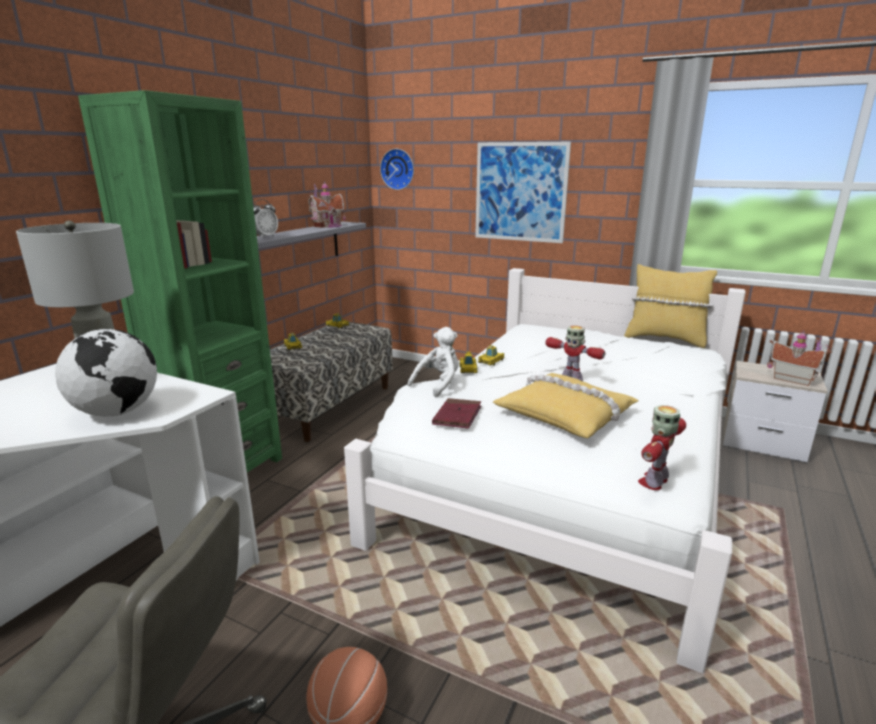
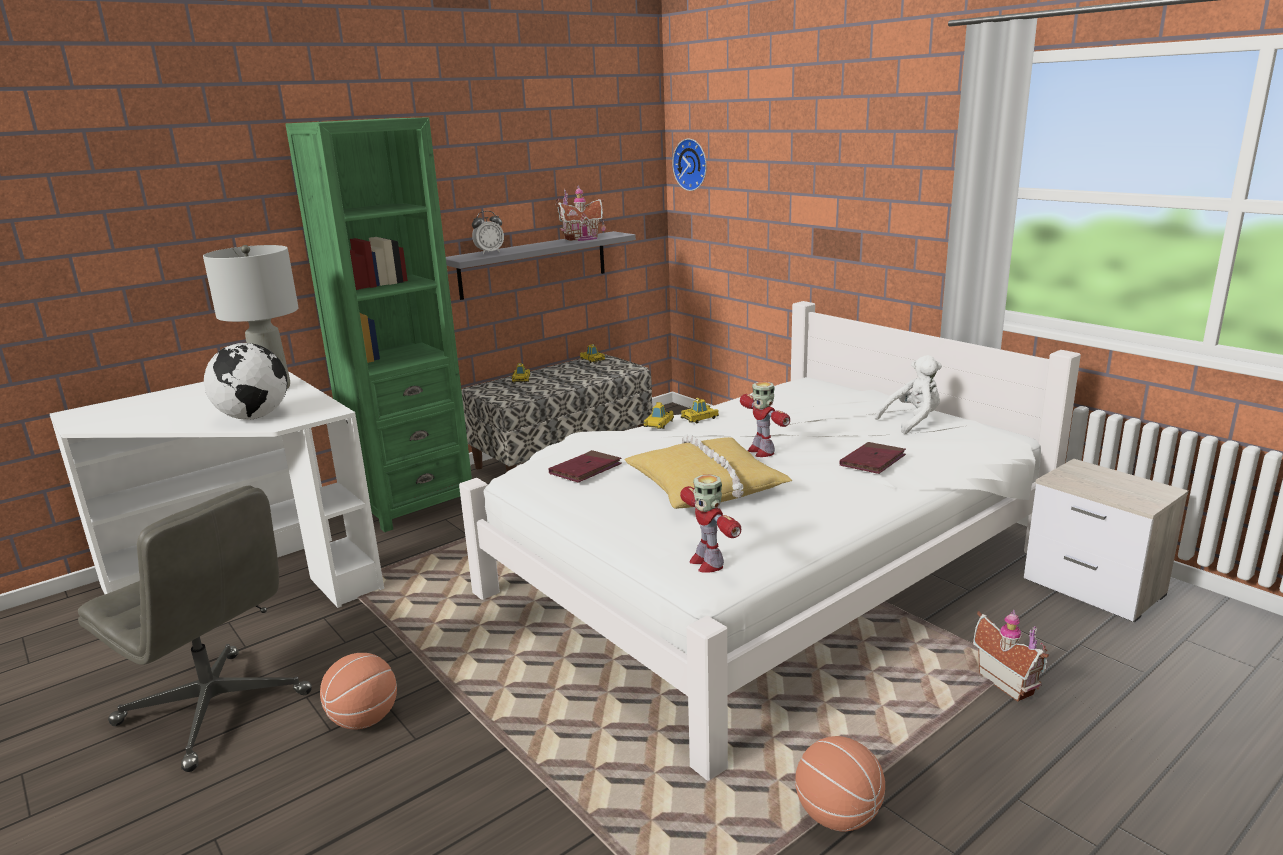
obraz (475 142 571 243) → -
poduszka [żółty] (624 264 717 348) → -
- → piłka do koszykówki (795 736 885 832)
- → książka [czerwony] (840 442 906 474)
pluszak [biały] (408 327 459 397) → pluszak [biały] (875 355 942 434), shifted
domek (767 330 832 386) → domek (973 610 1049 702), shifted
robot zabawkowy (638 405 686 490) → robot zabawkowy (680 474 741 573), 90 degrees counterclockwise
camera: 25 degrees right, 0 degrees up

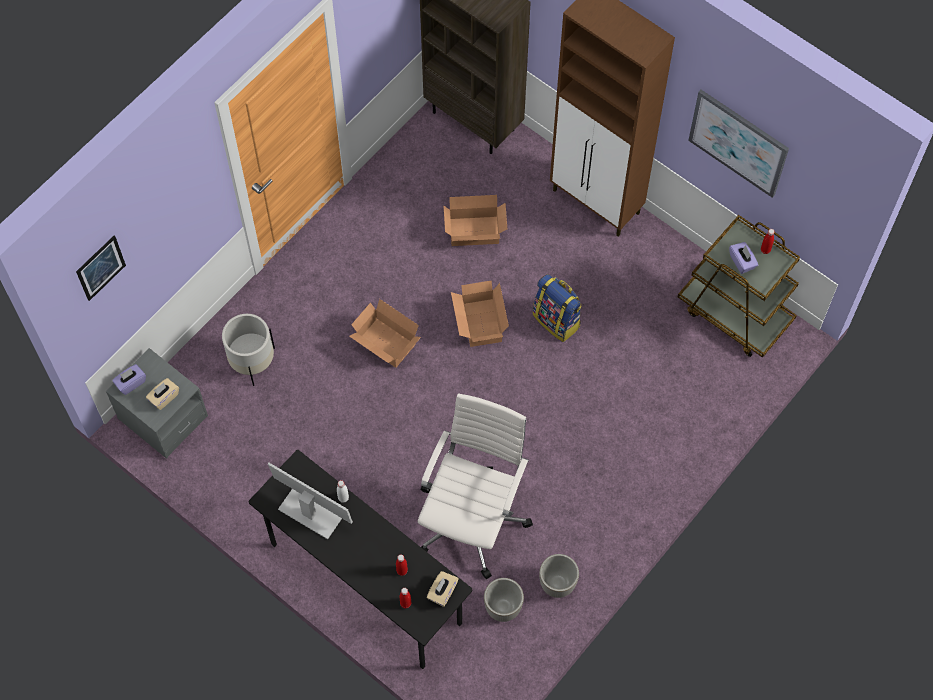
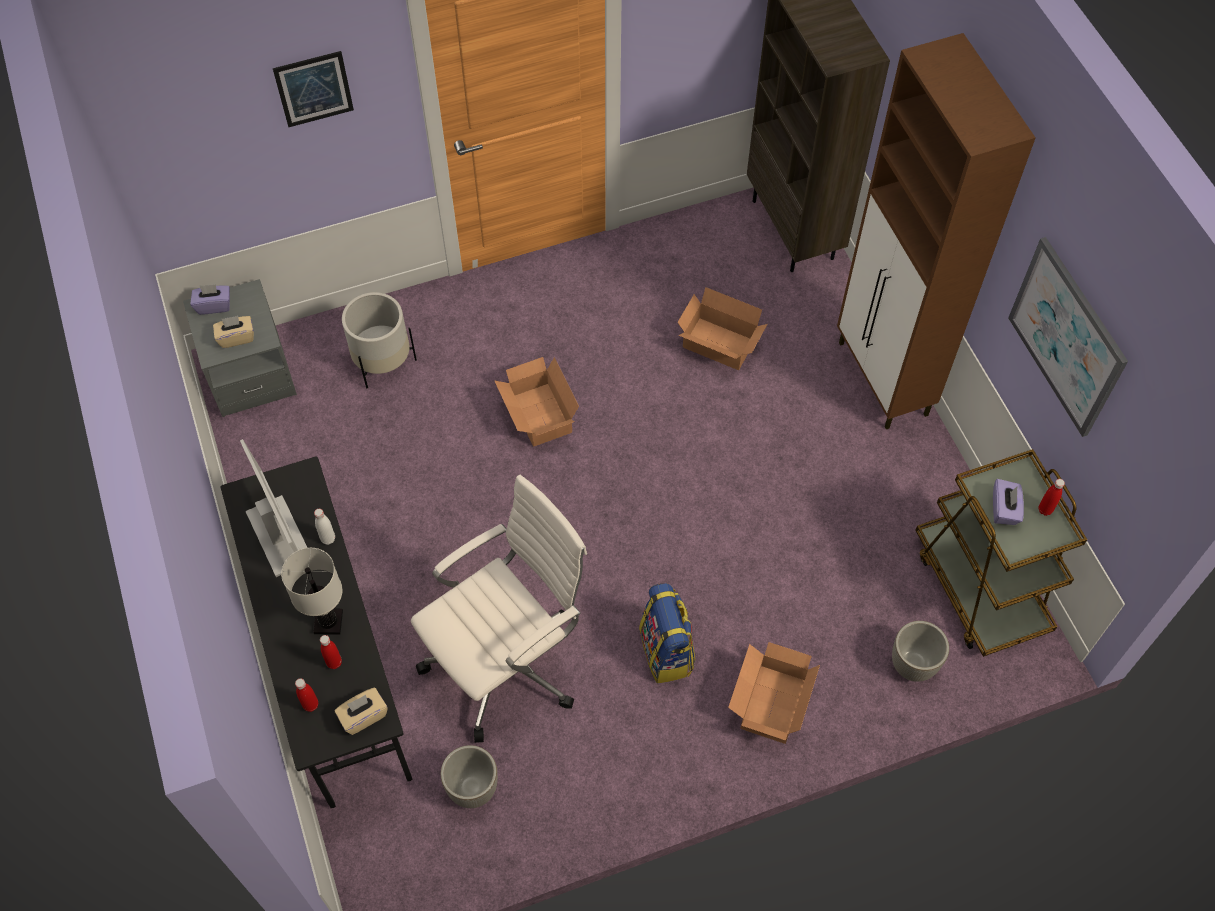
- → lampa stołowa [biały] (281 548 343 635)
obraz (76 235 126 301) → obraz (273 51 354 127), shifted
karton (451 280 509 347) → karton (728 642 820 744), shifted
plecak (533 274 582 342) → plecak (639 583 695 683), shifted
donica (539 554 579 598) → donica (892 621 949 682), shifted
camera: 30 degrees right, 5 degrees down

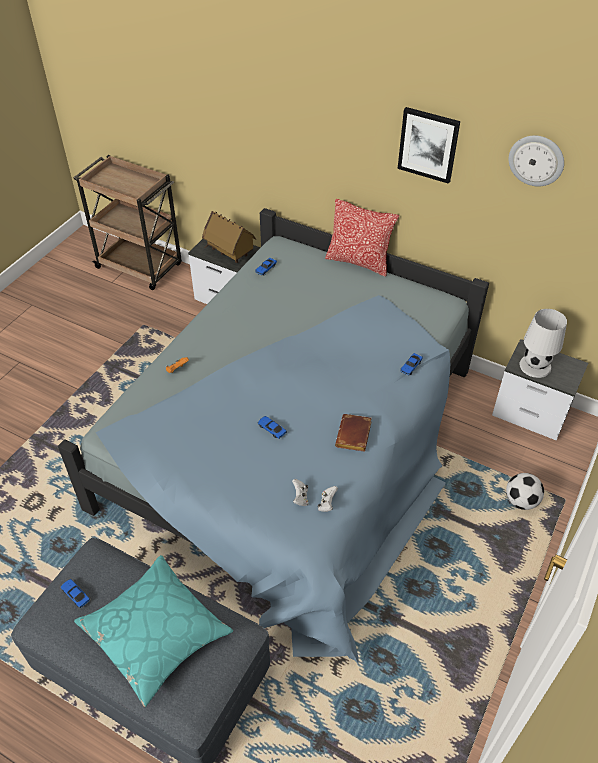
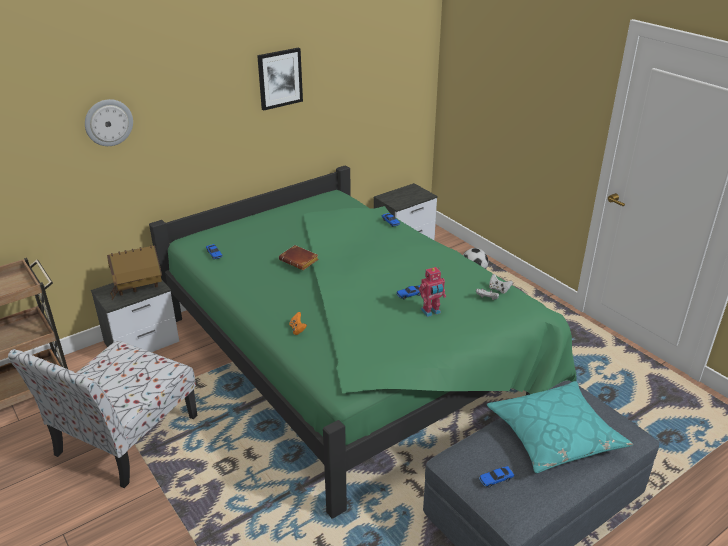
poduszka (325 199 399 277) → -
lampa stołowa [biały] (519 309 567 378) → -
- → krzesło (8 341 197 488)
- → robot zabawkowy (419 267 446 317)
książka [brązowy] (335 414 372 452) → książka [brązowy] (279 245 319 270), shifted
zegar ścienny (509 135 564 186) → zegar ścienny (85 99 133 146), shifted
łóżko [niebieski] (58 208 489 666) → łóżko [zielony] (149 165 577 519)
camera: 65 degrees left, 15 degrees down

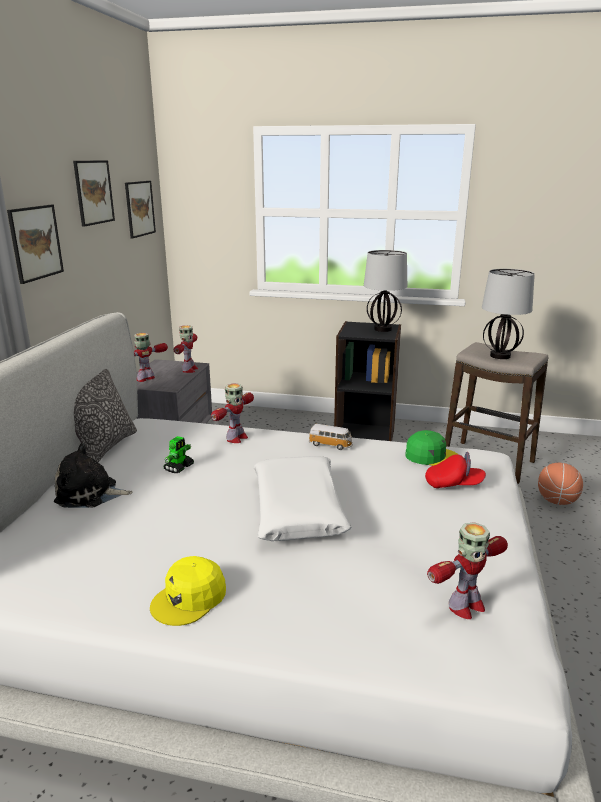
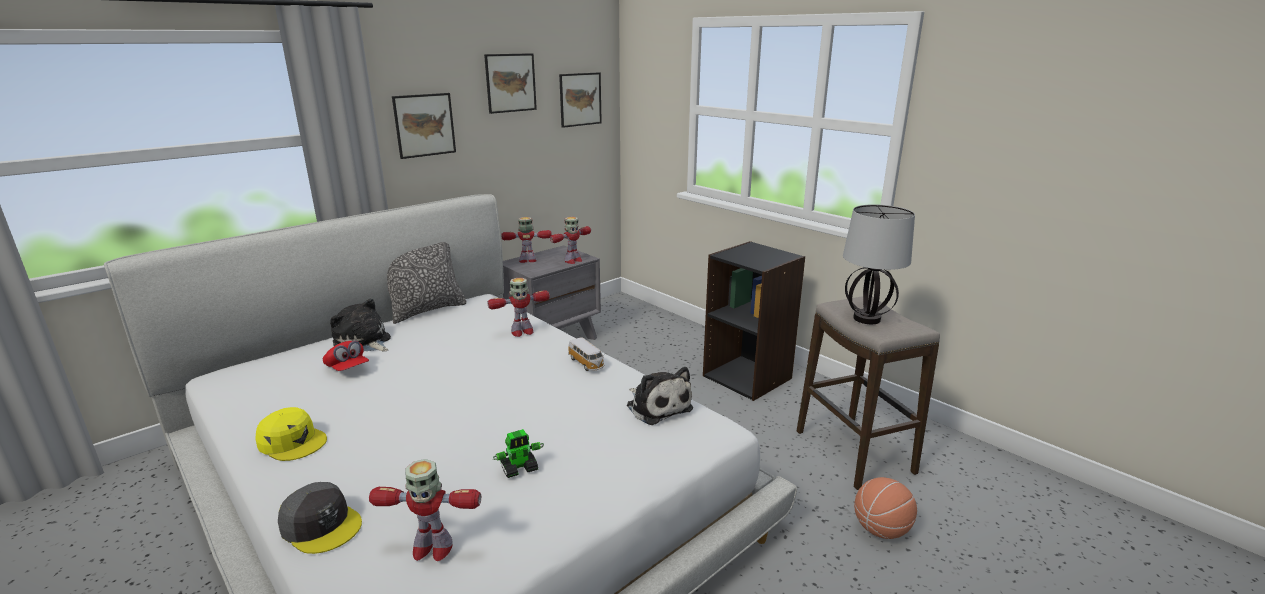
poduszka [biały] (254 456 352 541) → -
lampa stołowa (364 250 407 332) → -
- → czapka z daszkiem [szary] (278 482 362 554)
robot zabawkowy (163 436 194 473) → robot zabawkowy (493 429 544 478), shifted
czapka z daszkiem [czerwony] (425 452 486 488) → czapka z daszkiem [czerwony] (323 341 369 371), shifted
czapka z daszkiem [zielony] (405 430 459 466) → pluszak (627 367 693 425)
czapka z daszkiem [żółty] (150 556 226 626) → czapka z daszkiem [żółty] (255 407 327 461), 135 degrees counterclockwise
camera: 35 degrees right, 0 degrees up

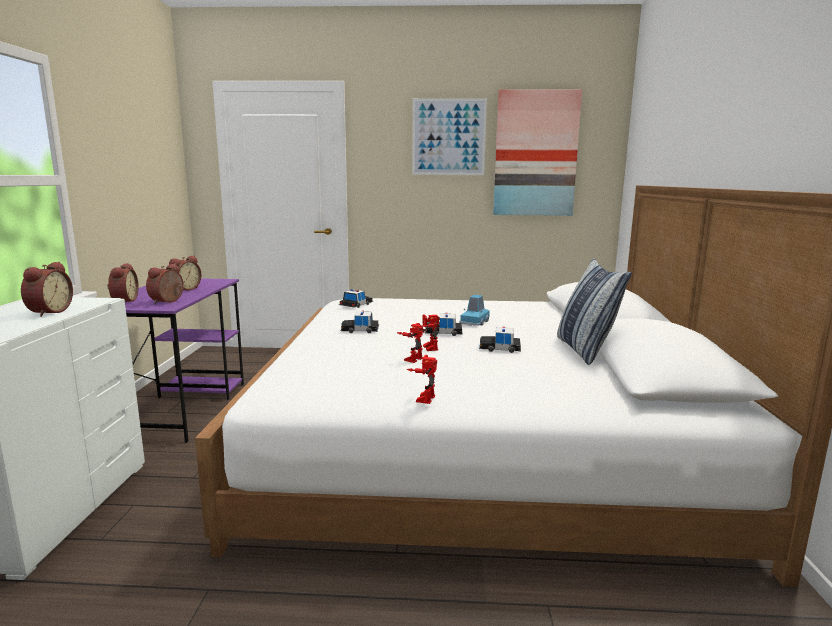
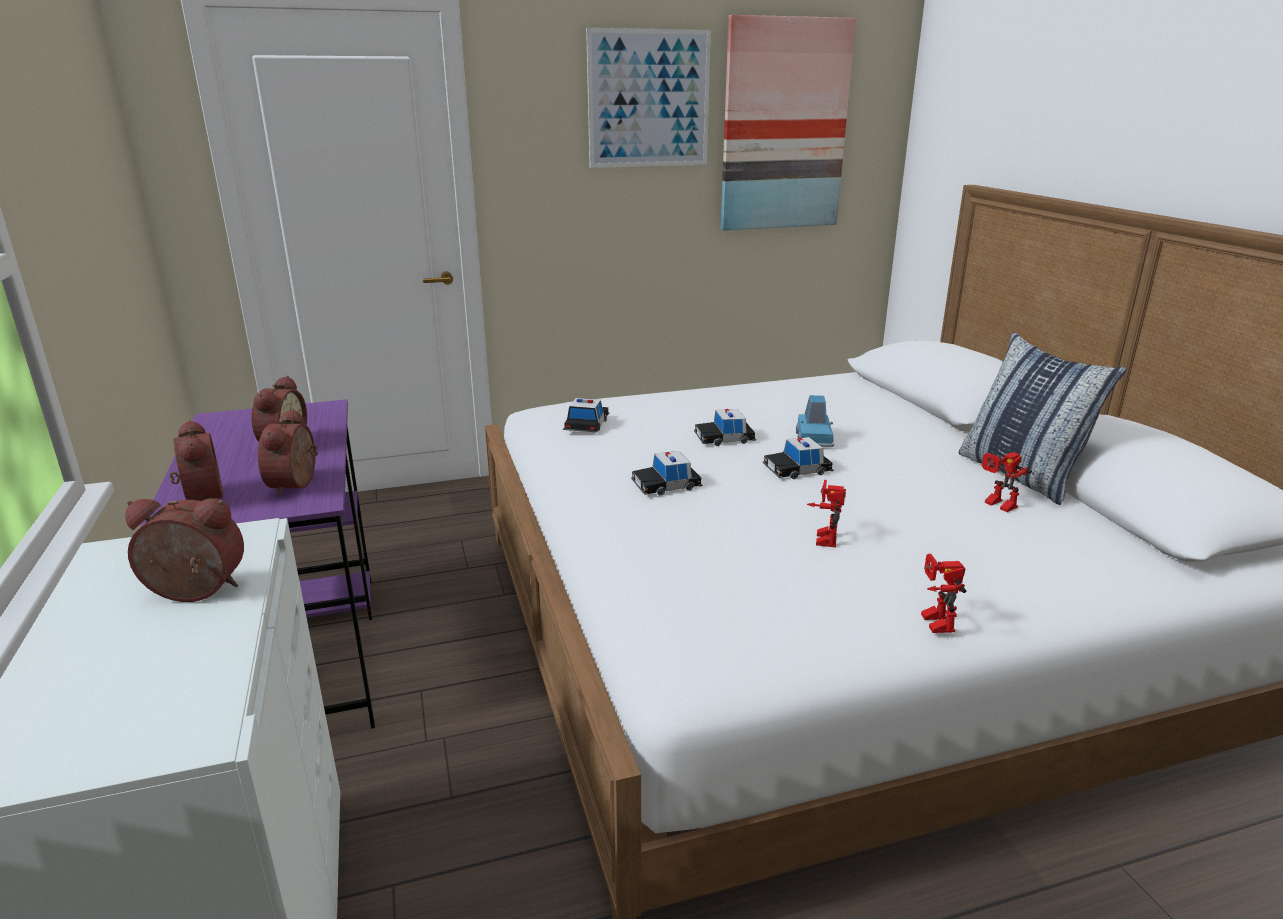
robot zabawkowy (422 314 440 351) → robot zabawkowy (982 452 1032 512), shifted
samochodzik (479 327 521 353) → samochodzik (694 409 756 446), shifted
budzik (21 262 73 317) → budzik (125 498 244 602), 75 degrees counterclockwise
camera: 20 degrees left, 10 degrees up

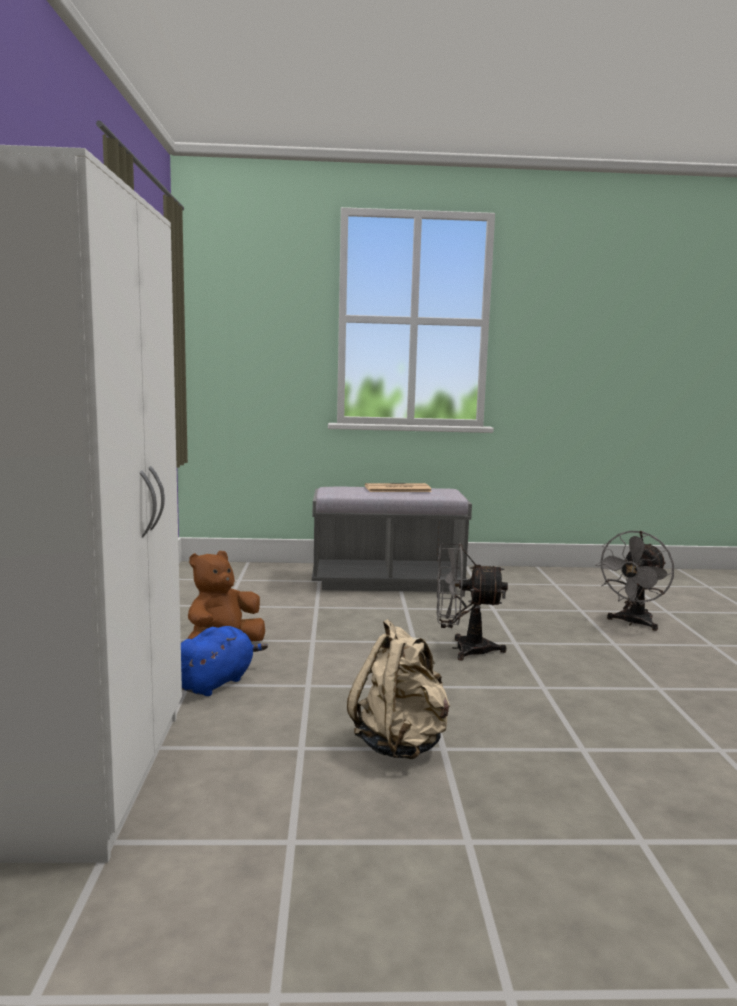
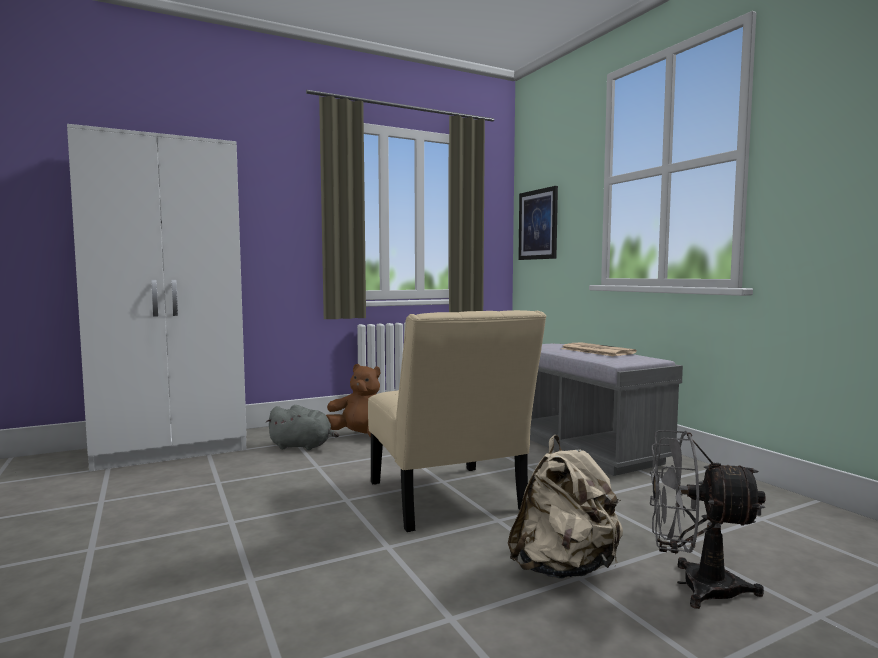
- → obraz (518 186 558 260)
plecak [beżowy] (347 619 450 759) → plecak [beżowy] (508 435 623 579), shifted
wentylator [szary] (437 543 508 661) → krzesło [beżowy] (368 310 547 532)
pluszak [niebieski] (181 626 268 696) → pluszak [szary] (266 405 339 450)
camera: 65 degrees right, 5 degrees down

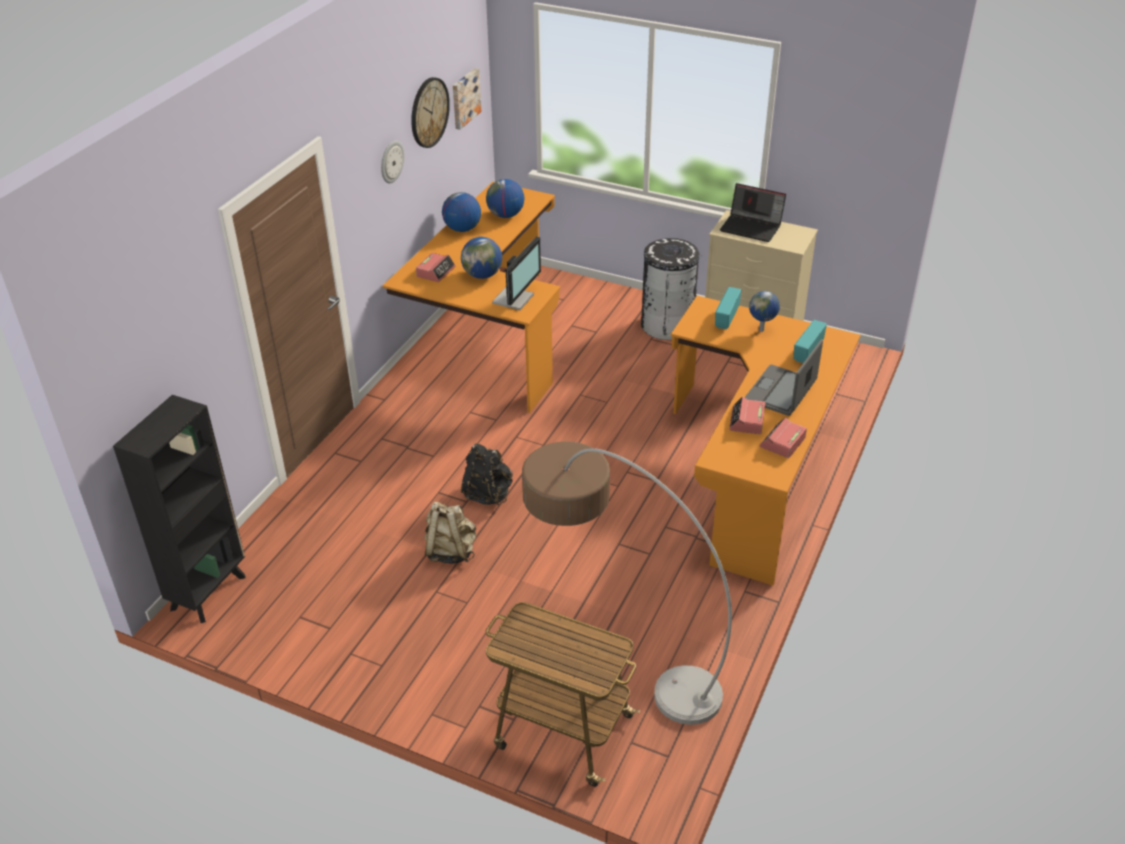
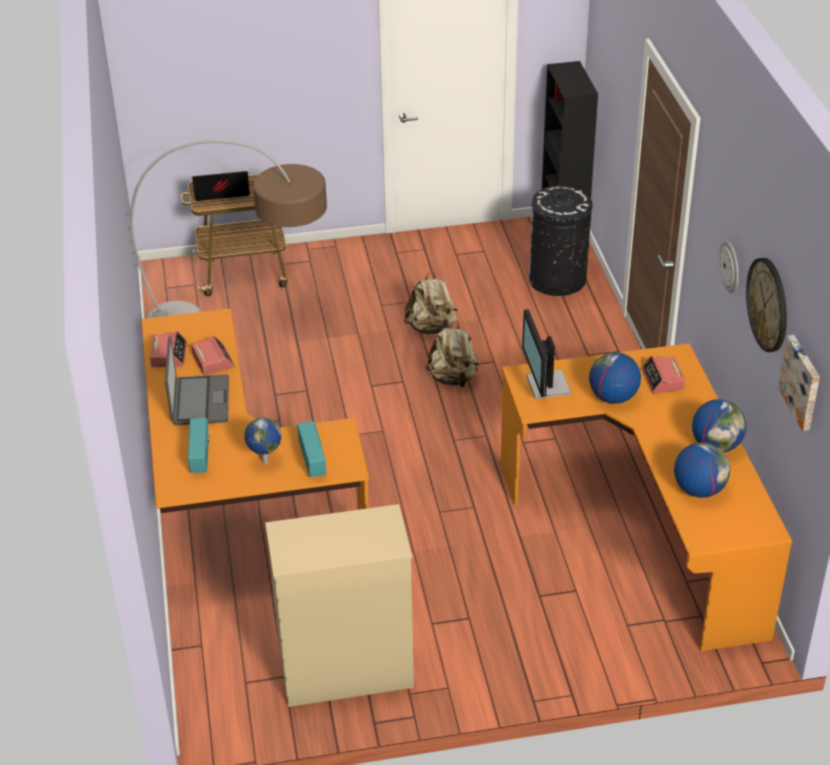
kosz na śmieci [czarny] (641 238 700 340) → kosz na śmieci [czarny] (528 185 593 296), shifted
laptop (720 183 786 242) → laptop (192 171 250 201), shifted
plecak [czarny] (461 444 513 505) → plecak [beżowy] (425 321 479 387)
camera: 145 degrees right, 0 degrees up

